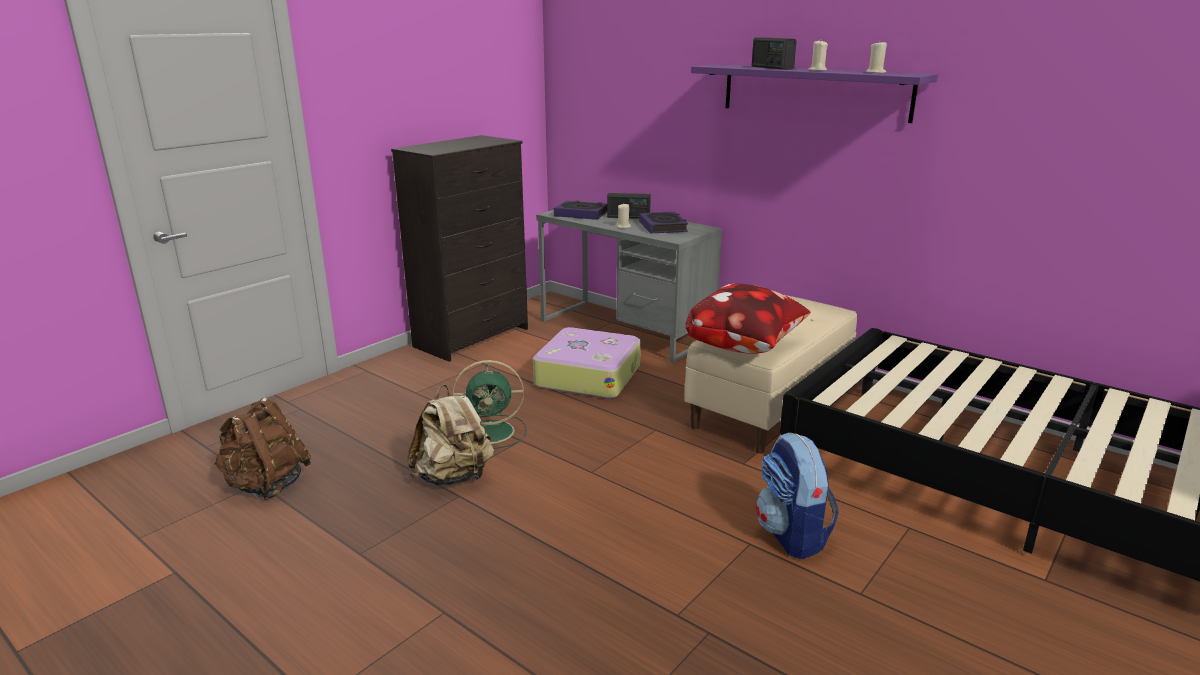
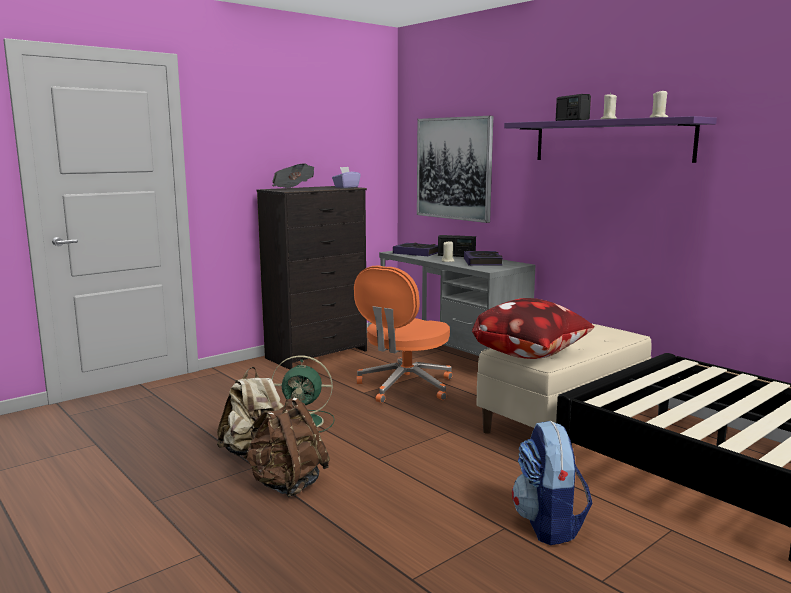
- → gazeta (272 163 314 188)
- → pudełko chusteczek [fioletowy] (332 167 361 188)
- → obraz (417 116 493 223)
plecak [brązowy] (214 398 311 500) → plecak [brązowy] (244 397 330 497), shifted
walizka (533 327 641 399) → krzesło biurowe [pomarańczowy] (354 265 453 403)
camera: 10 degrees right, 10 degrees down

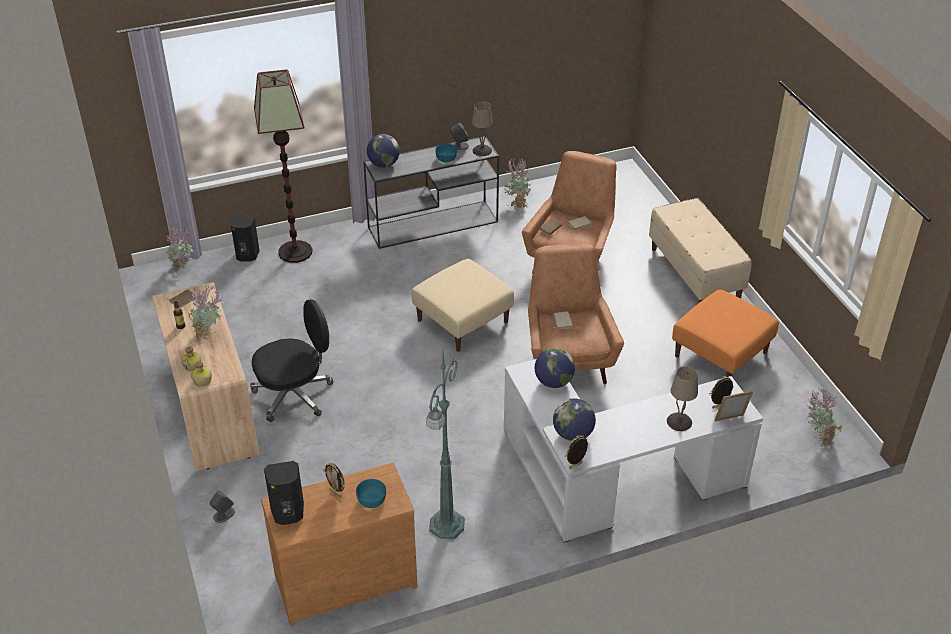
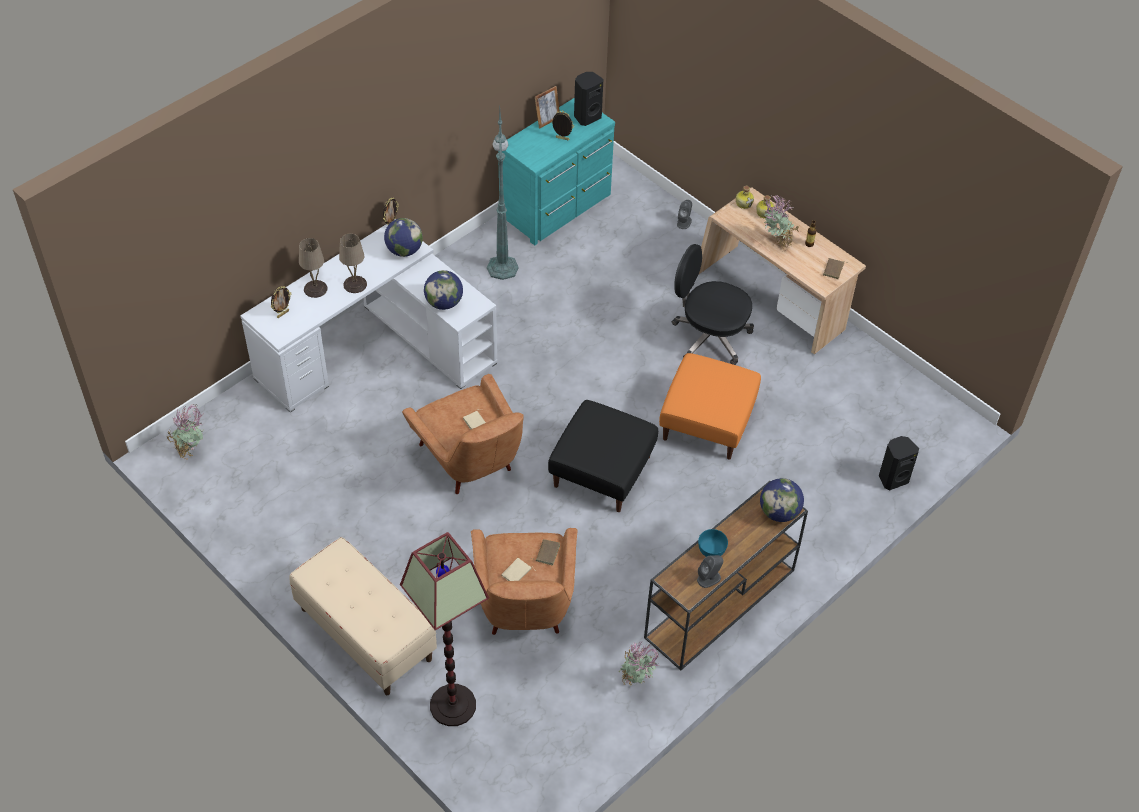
roślina doniczkowa (165 225 195 270) → -
miska [turkusowy] (356 479 386 508) → -
lampa stojąca (254 69 312 263) → lampa stojąca (400 532 489 726), shifted
lampa stołowa [beżowy] (472 102 493 156) → lampa stołowa [beżowy] (339 234 367 293), shifted
pufa [pomarańczowy] (672 289 779 377) → pufa [pomarańczowy] (659 353 761 460), shifted
ramka na zdjęcie (714 391 753 421) → ramka na zdjęcie (535 86 560 128), shifted
komoda [brązowy] (261 463 418 626) → komoda [turkusowy] (498 98 615 245)
stolik konsolowy [szary] (363 136 499 249) → stolik konsolowy [brązowy] (644 481 808 670)
pufa [beżowy] (412 259 514 352) → pufa [czarny] (548 400 658 512)
krzesło biurowe [czarny] (250 299 333 422) → krzesło biurowe [czarny] (672 244 754 365), 75 degrees clockwise
camera: 155 degrees right, 10 degrees up

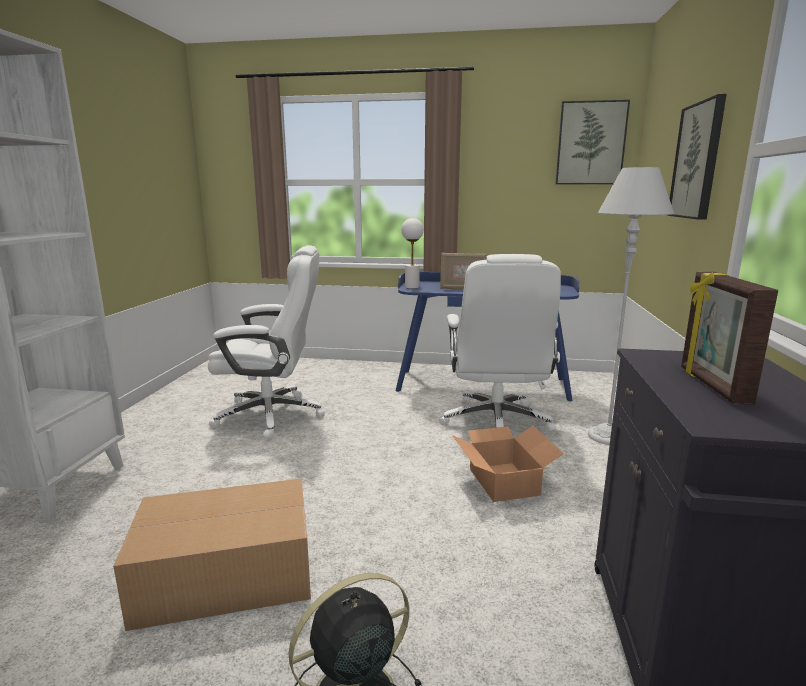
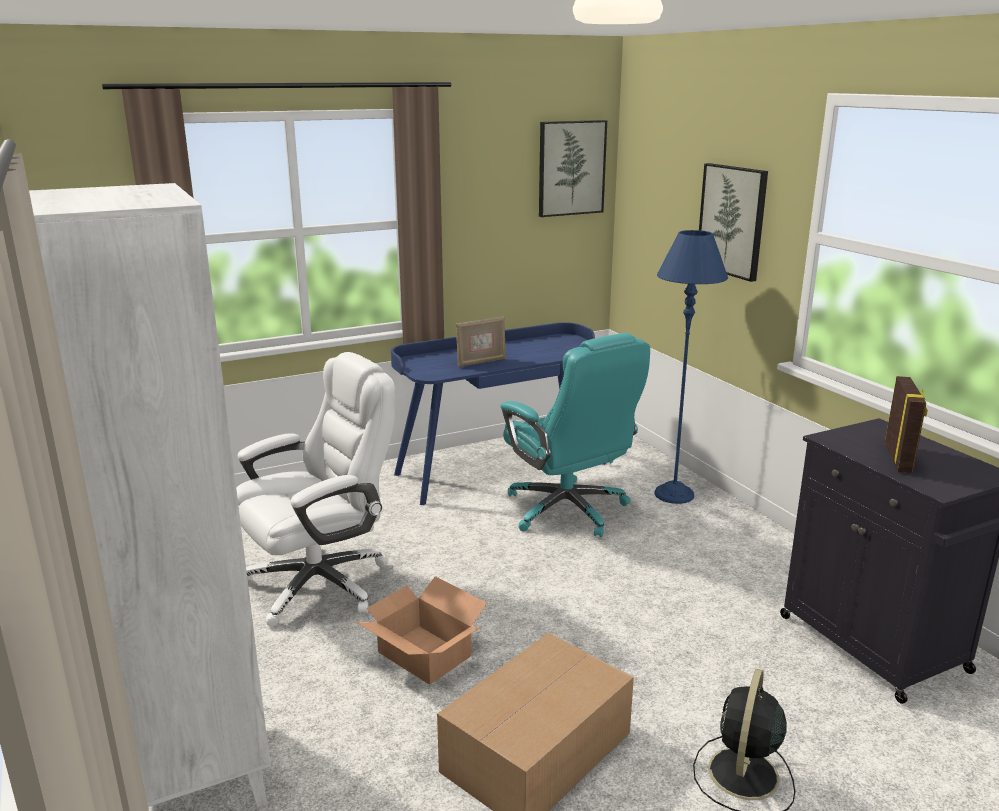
lampa stołowa [biały] (401 218 424 289) → -
karton (452 426 564 502) → karton (356 576 487 685), shifted
krzesło biurowe [biały] (439 254 561 432) → krzesło biurowe [turkusowy] (500 333 650 537)
lampa stojąca [szary] (588 167 674 445) → lampa stojąca [niebieski] (654 230 728 504)
ramka na zdjęcie (681 272 778 404) → ramka na zdjęcie (885 376 928 473), 135 degrees counterclockwise
camera: 35 degrees left, 5 degrees up

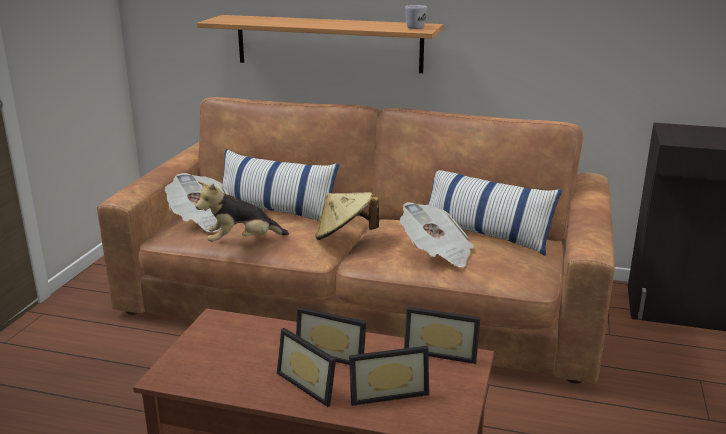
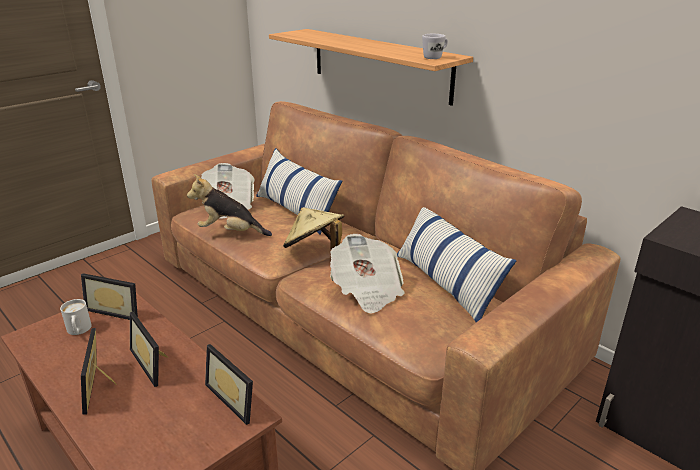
- → kubek [biały] (60 299 92 335)
ramka na zdjęcie (349 346 429 406) → ramka na zdjęcie (81 273 138 320), shifted
camera: 30 degrees right, 5 degrees up

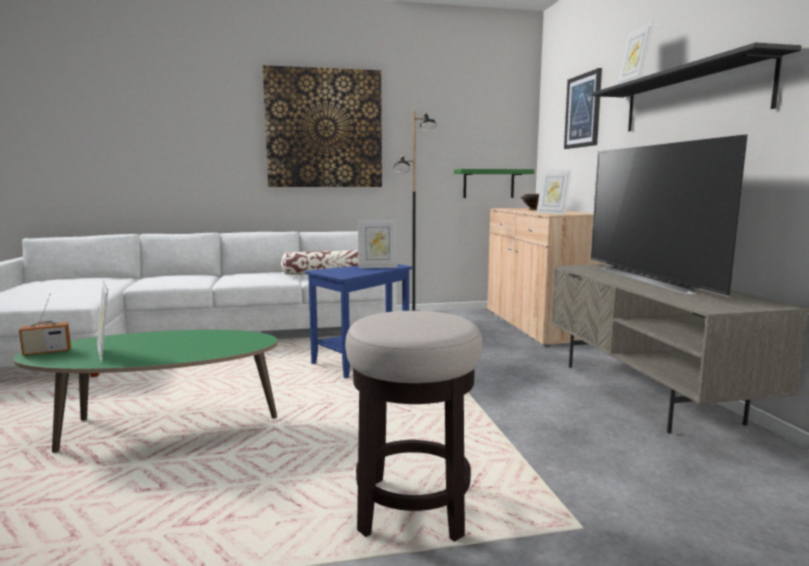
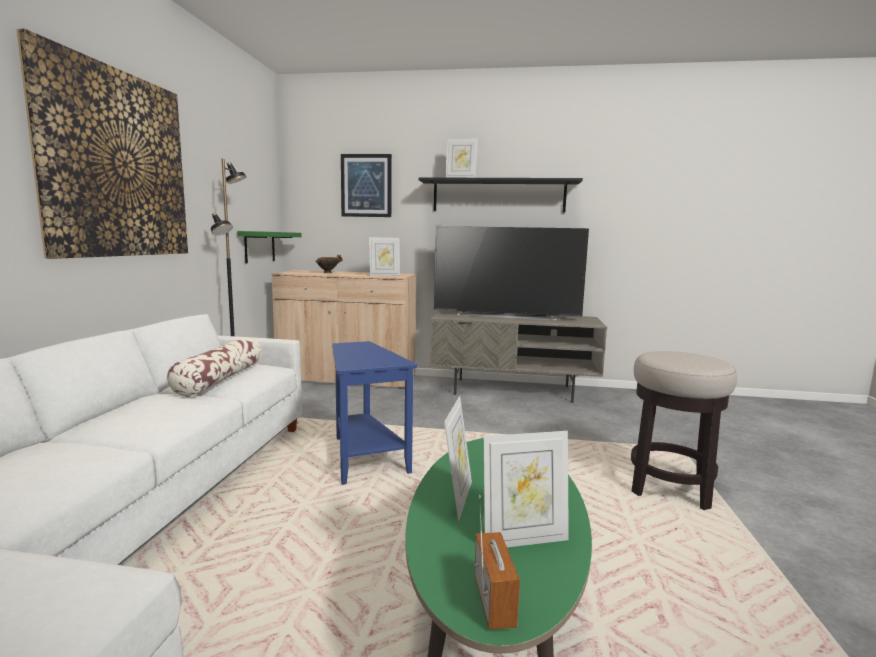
ramka na zdjęcie (358 219 397 268) → ramka na zdjęcie (444 396 472 521), shifted
camera: 70 degrees left, 0 degrees up

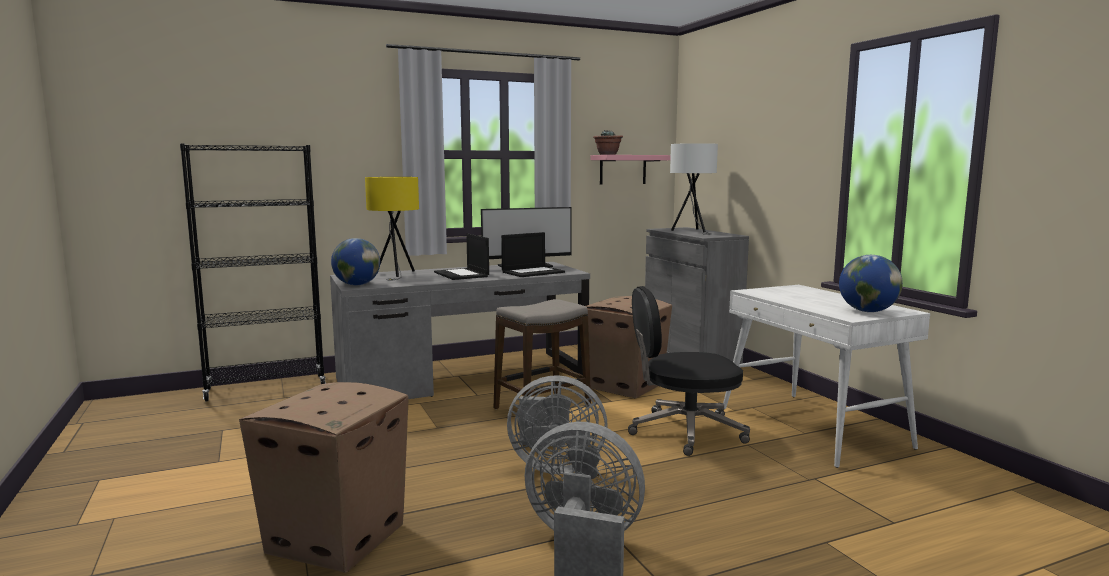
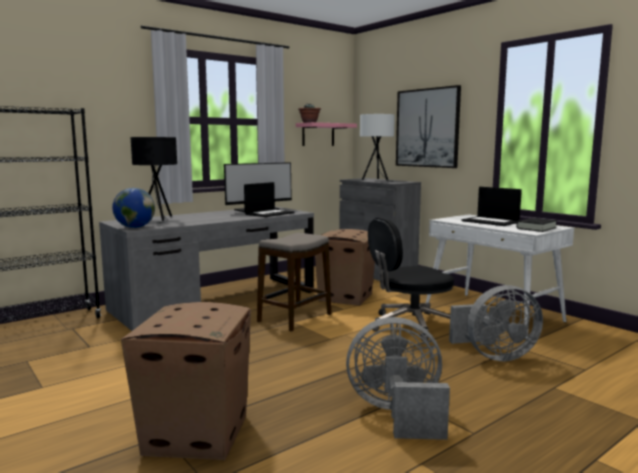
- → obraz (396 85 461 168)
laptop (434 233 489 280) → laptop (462 187 522 226), shifted
wentylator [szary] (507 375 608 474) → wentylator [szary] (449 285 543 361), shifted
globus (839 255 903 312) → książka [czarny] (516 218 557 232)
lampa stołowa [żółty] (365 177 419 281) → lampa stołowa [czarny] (131 137 177 223)
camera: 15 degrees left, 0 degrees up

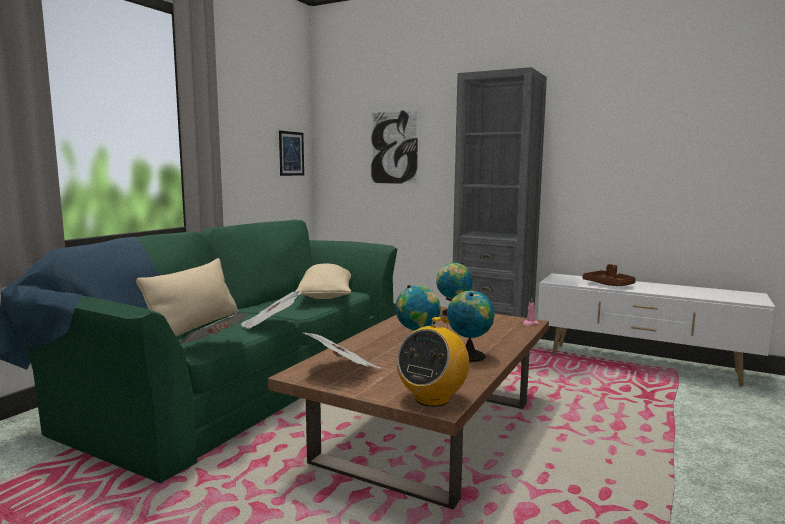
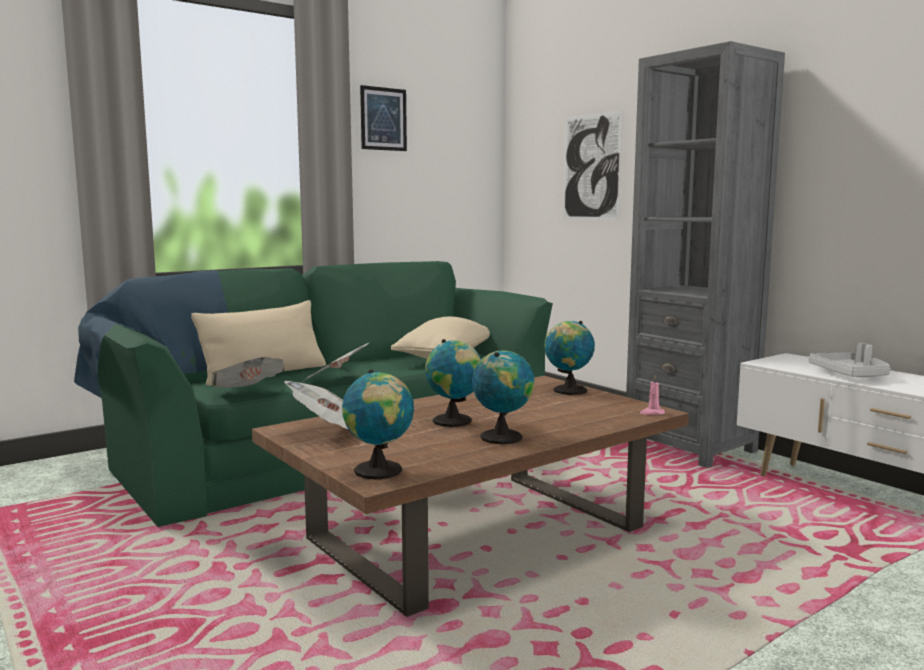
obraz (279 131 304 176) → obraz (360 85 407 151), shifted
radio (397 317 469 407) → globus (342 370 414 480)
taca [brązowy] (583 264 636 286) → taca [szary] (809 343 891 377)
camera: 25 degrees right, 0 degrees up

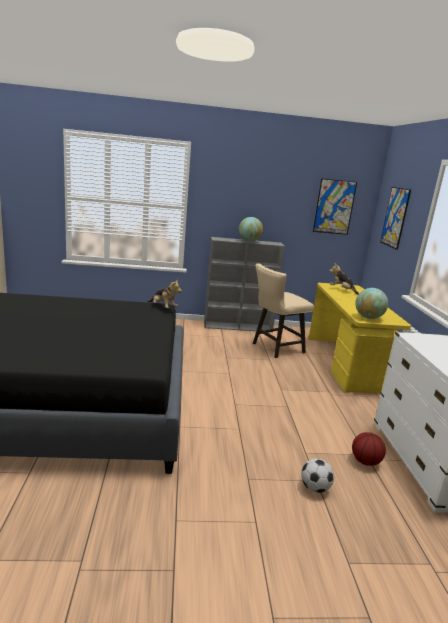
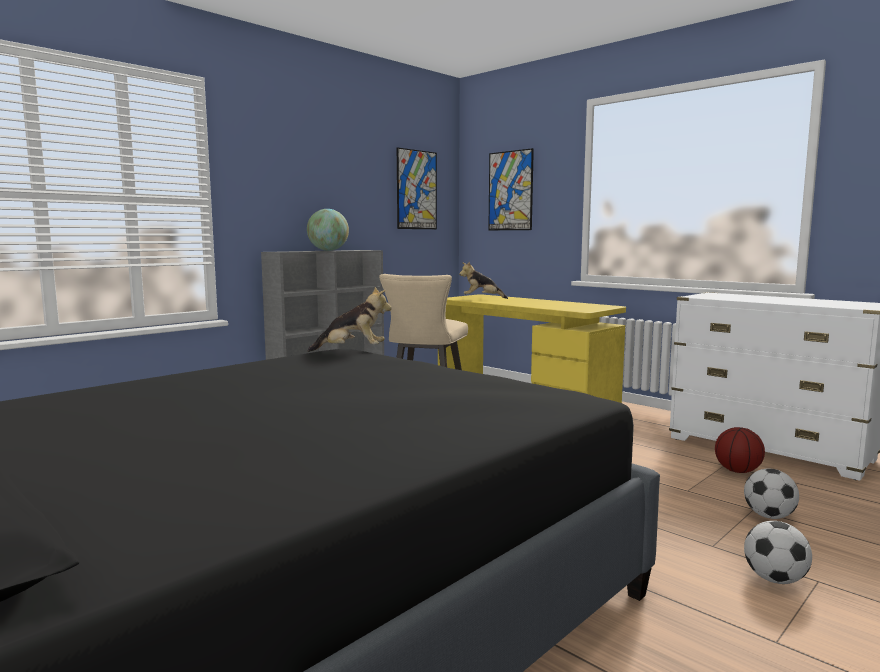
globus (355 288 388 319) → -
- → piłka futbolowa (744 521 812 584)
camera: 40 degrees left, 10 degrees down

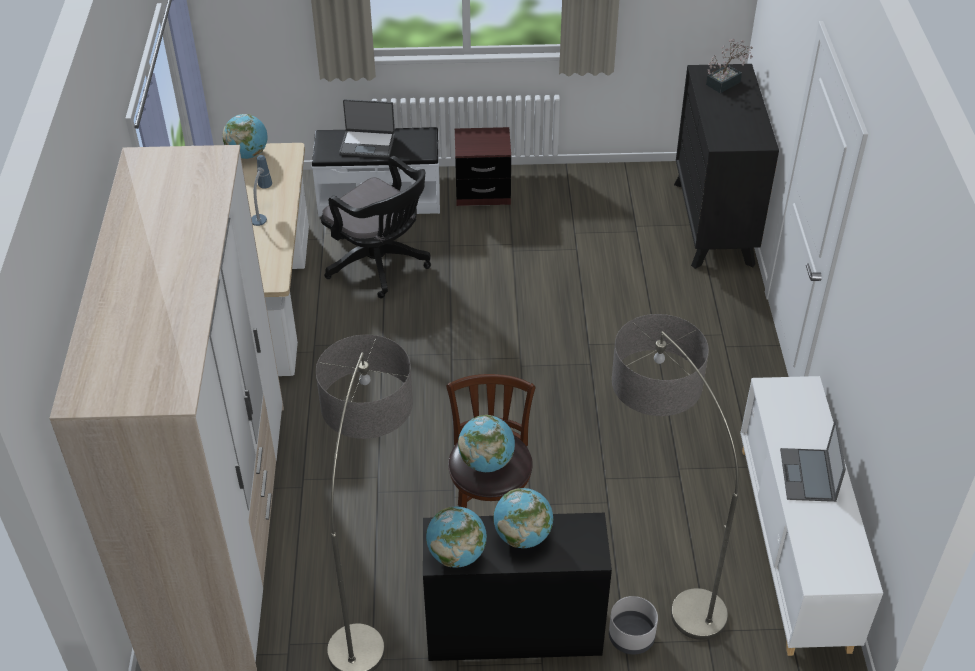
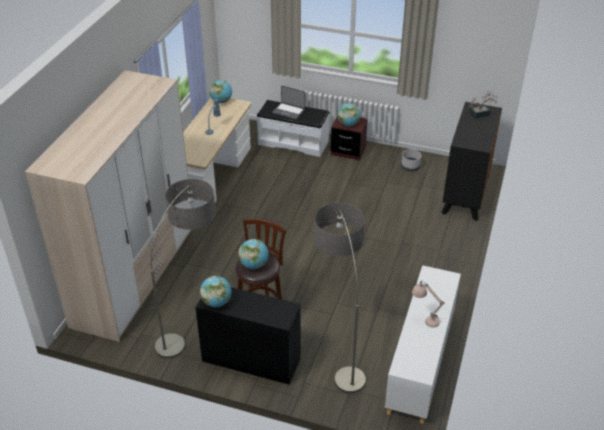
krzesło biurowe [czarny] (321 156 431 299) → -
globus (493 488 553 548) → globus (338 103 360 126), shifted
donica [szary] (609 596 658 655) → donica [szary] (401 149 422 171), shifted
laptop (780 419 846 502) → lampa stołowa [beżowy] (412 280 444 327)
camera: 20 degrees right, 5 degrees down

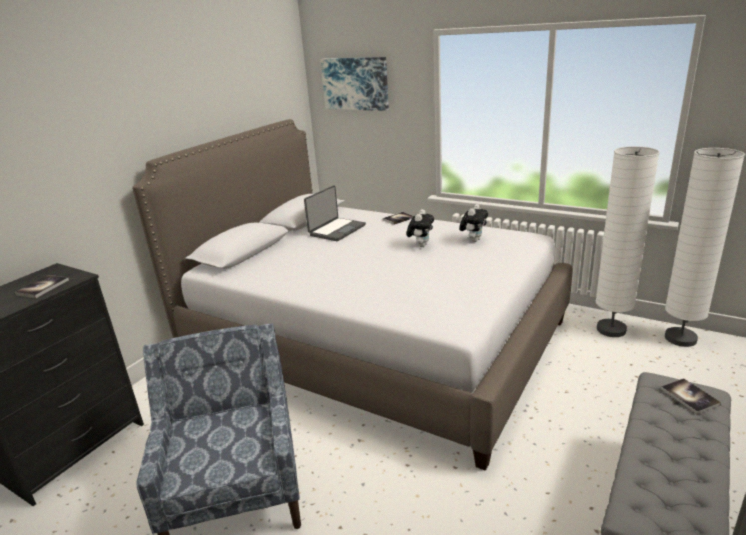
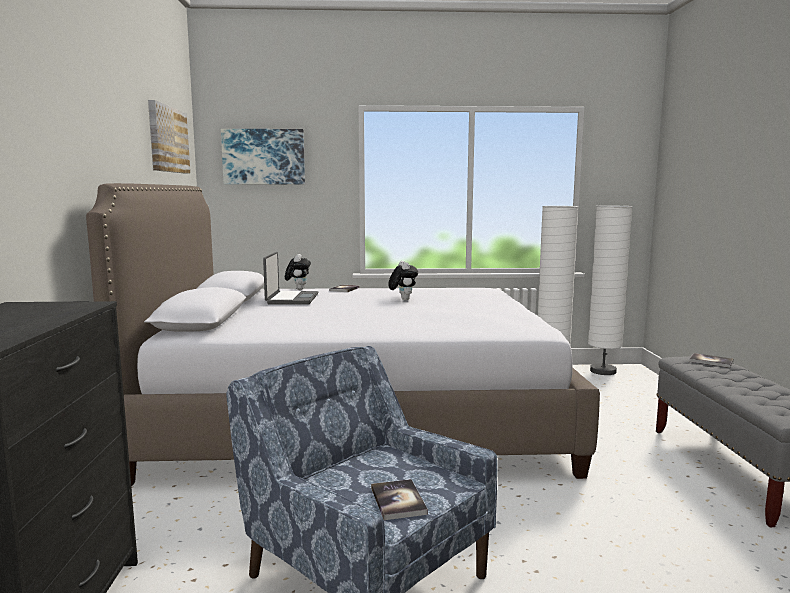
- → obraz (148 100 190 173)
książka (15 275 69 298) → książka (371 479 428 520), shifted
pluszak (459 204 488 242) → pluszak (285 254 311 290), shifted
camera: 35 degrees left, 15 degrees down

